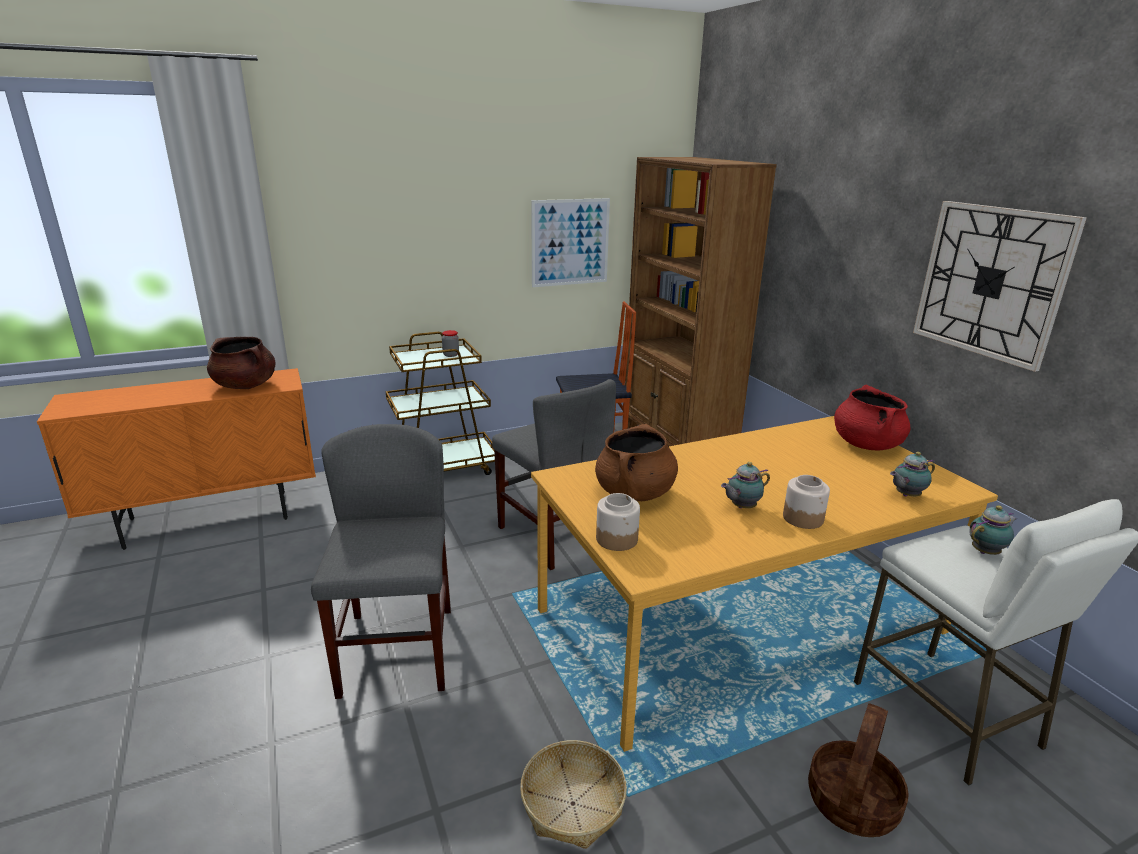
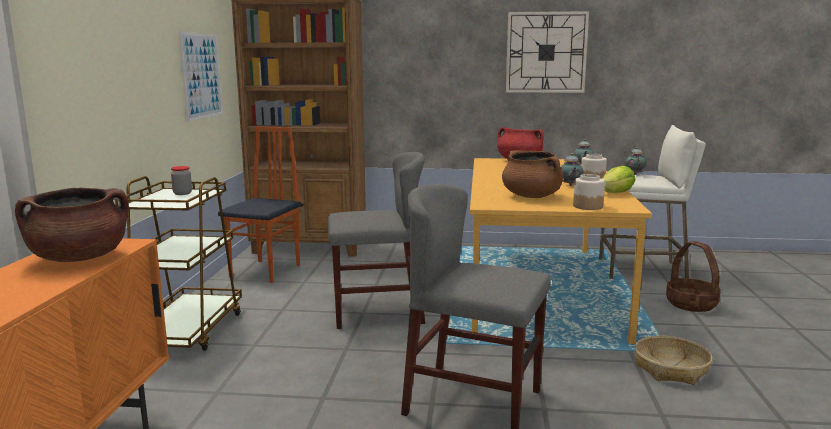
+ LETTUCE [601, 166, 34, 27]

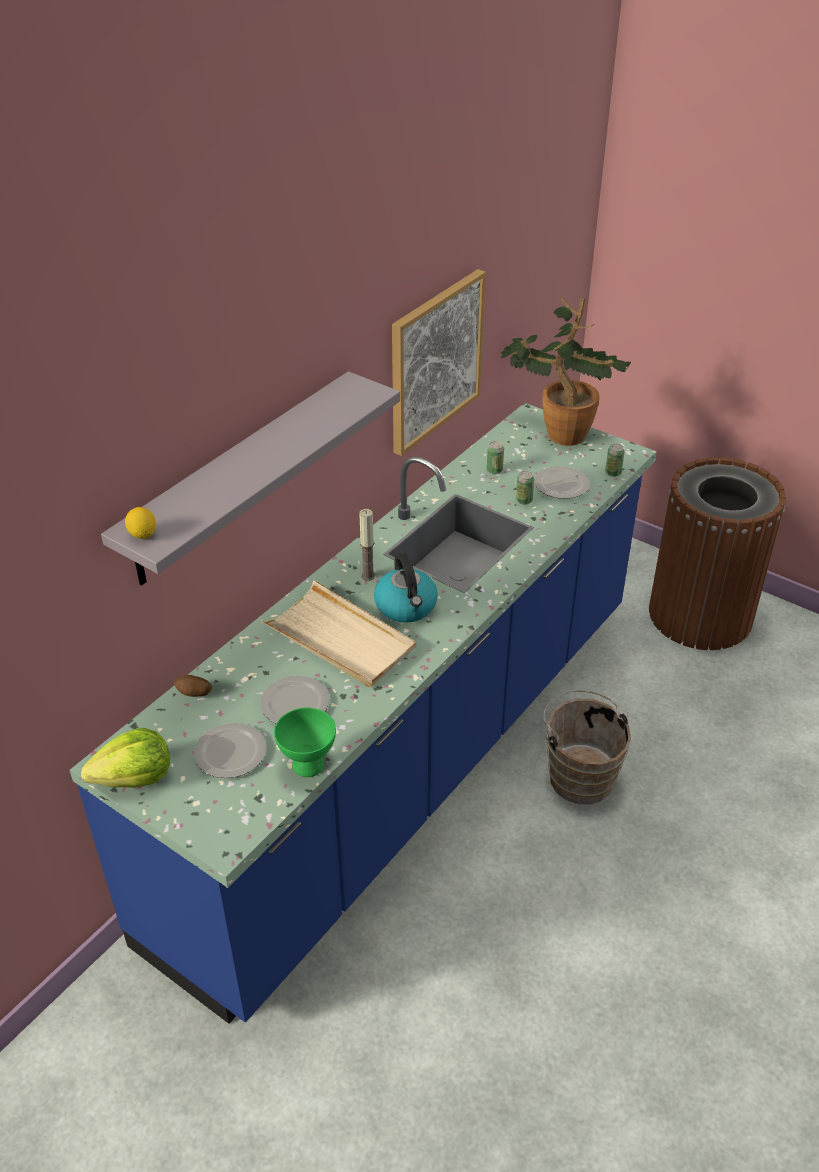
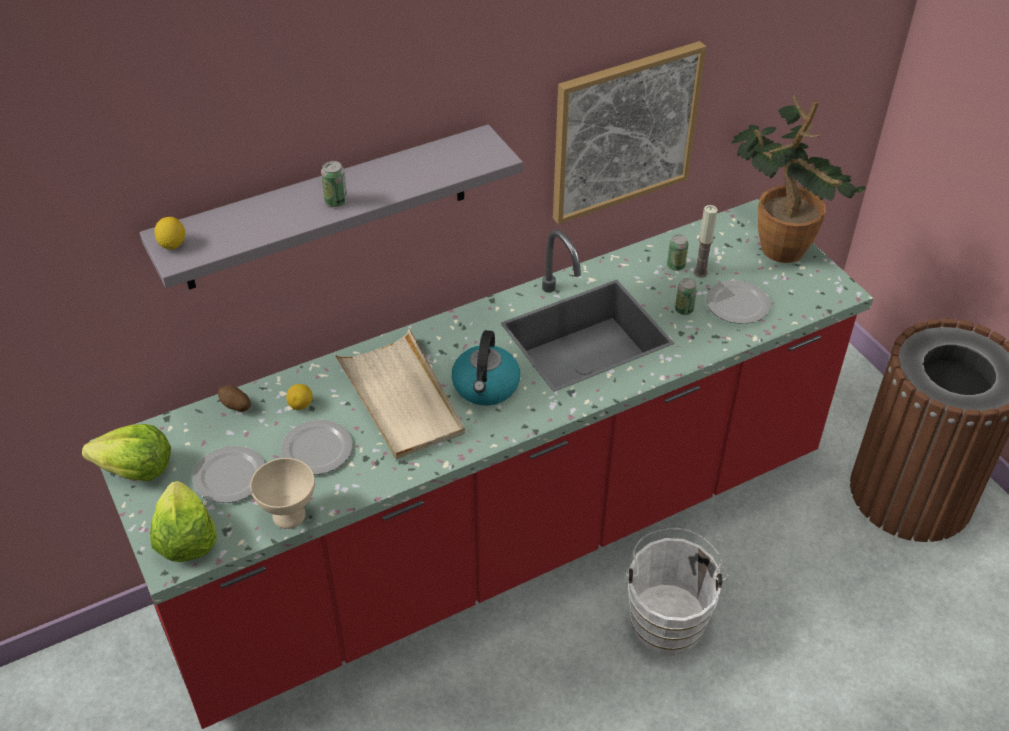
~ BLUE-COLOURED KITCHEN COUNTER [70, 403, 587, 621] to REDDISH KITCHEN COUNTER [90, 198, 784, 531]
~ METAL CAN [605, 444, 20, 33] to [321, 161, 26, 46]
~ WAX LIGHT [359, 509, 16, 72] to [694, 205, 24, 73]
~ BROWNISH WATER BUCKET [543, 690, 88, 114] to WHITISH WATER BUCKET [624, 528, 105, 128]
~ GREENISH DEEP DISH [274, 707, 62, 70] to BEIGE DEEP DISH [250, 458, 65, 71]
+ WHOLE LEMON [286, 384, 27, 26]
+ LETTUCE [150, 481, 67, 81]

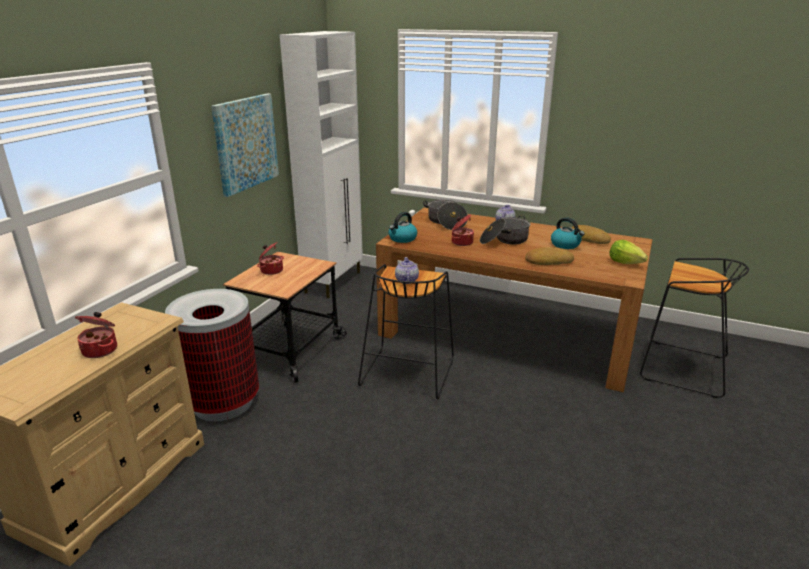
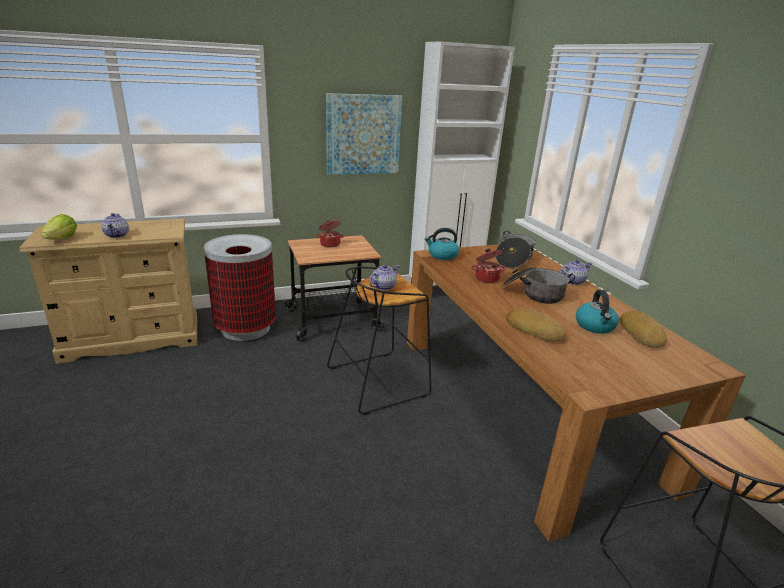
~ LETTUCE [609, 240, 39, 24] to [42, 214, 35, 26]
~ SAUCEPOT [75, 312, 42, 46] to TEAPOT [102, 213, 27, 25]

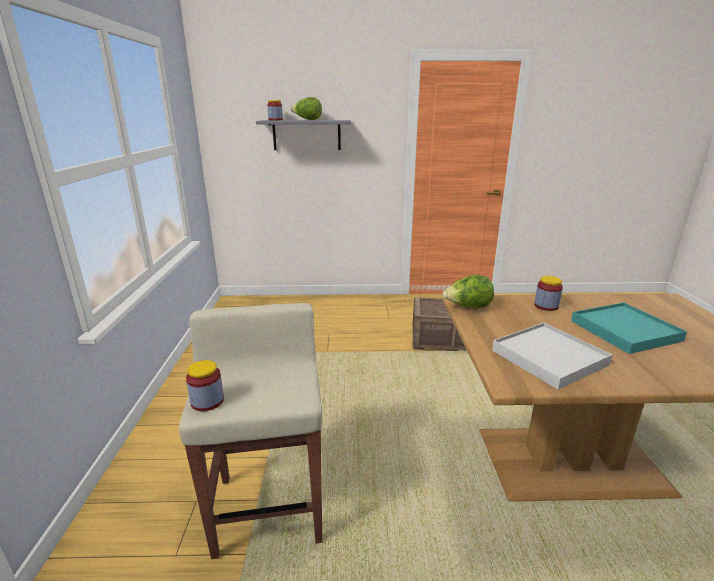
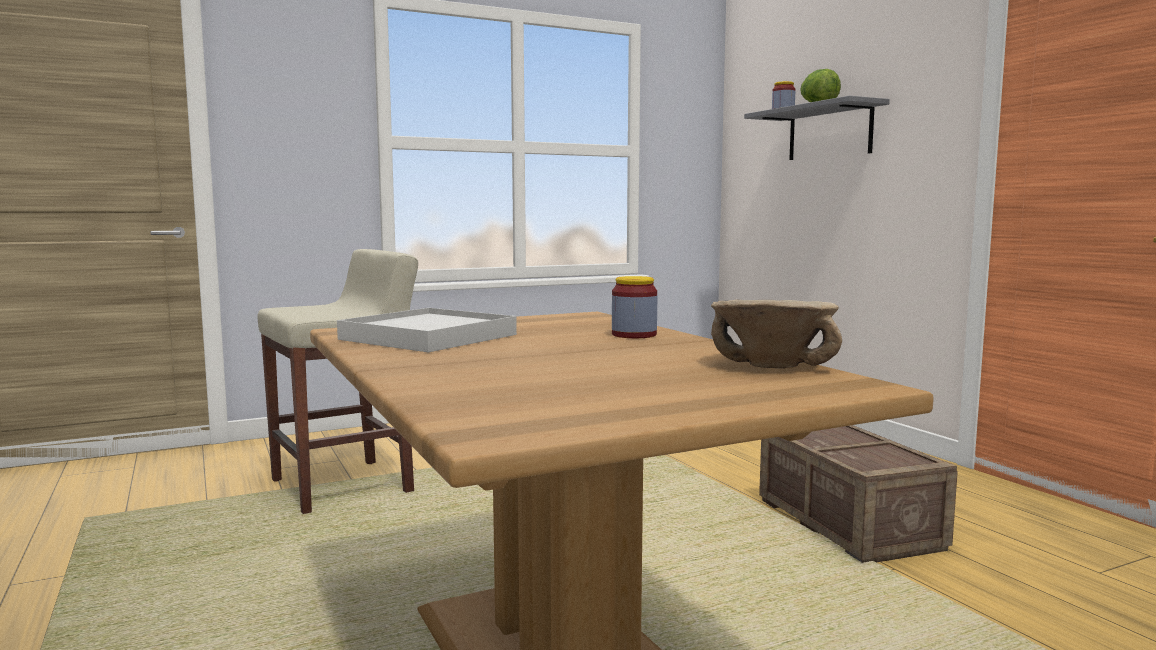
- LETTUCE [443, 275, 51, 34]
- BLUE-GREEN CARRYING TRAY [571, 303, 116, 51]
- STORAGE JAR [186, 360, 38, 51]
+ BEIGE DEEP DISH [711, 299, 131, 69]

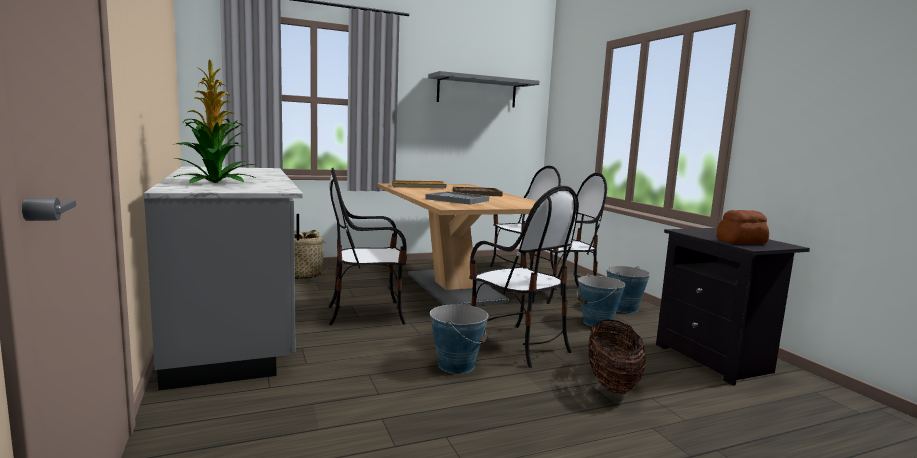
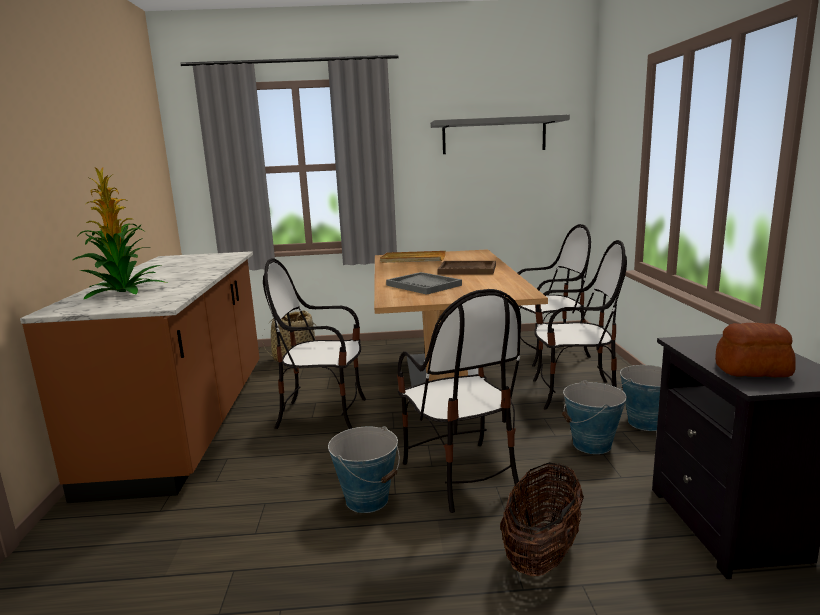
~ GREY KITCHEN COUNTER [144, 166, 159, 225] to BROWNISH KITCHEN COUNTER [20, 251, 240, 252]

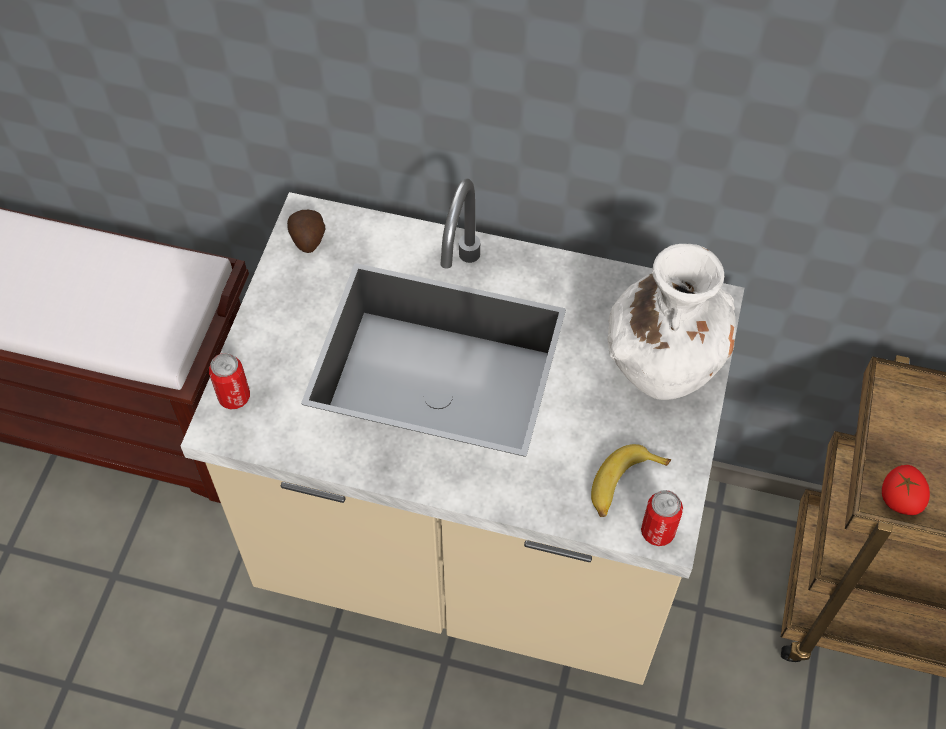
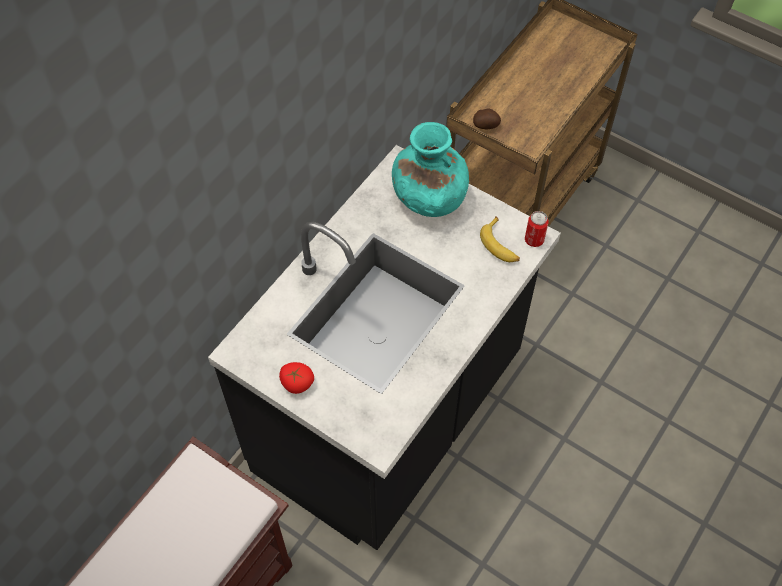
~ BEIGE KITCHEN COUNTER [181, 178, 563, 507] to BLACKISH KITCHEN COUNTER [208, 145, 353, 405]
~ SPUD [287, 210, 38, 43] to [473, 109, 28, 20]
~ WHITISH DECORATIVE VASE [607, 244, 129, 156] to BLUE-GREEN DECORATIVE VASE [392, 122, 77, 95]
- METAL CAN [209, 353, 41, 56]
~ FRESH TOMATO [882, 465, 48, 50] to [279, 362, 35, 32]

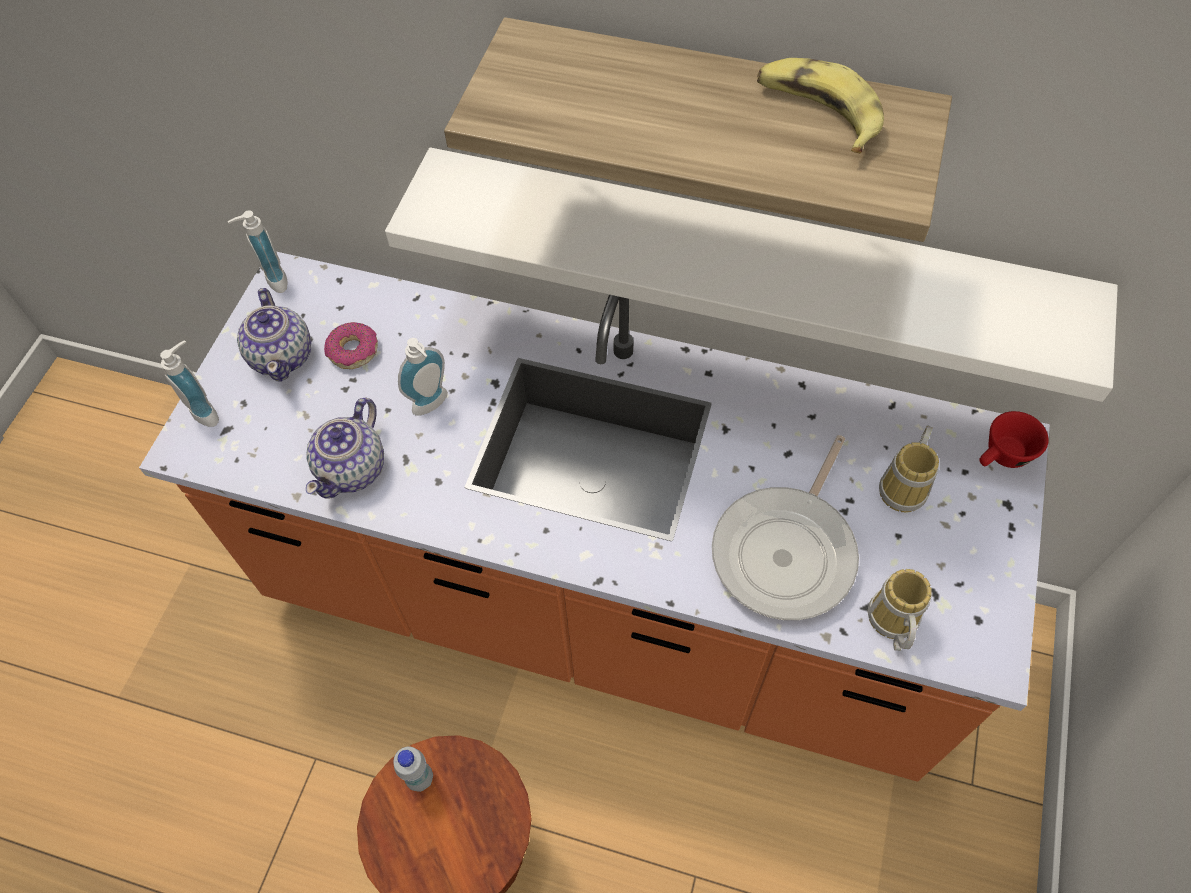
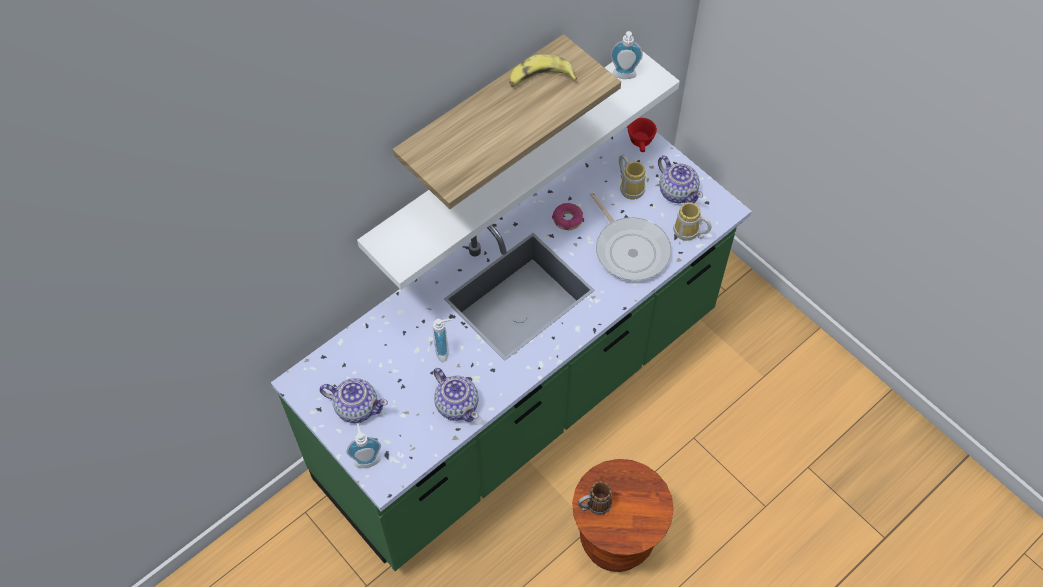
~ LIQUID SOAP BOTTLE [228, 210, 60, 83] to [611, 31, 32, 48]
~ ORANGE KITCHEN COUNTER [139, 252, 911, 530] to GREENISH KITCHEN COUNTER [271, 126, 481, 445]
~ RING DOUGHNUT [324, 322, 54, 47] to [552, 203, 31, 27]
~ WHITISH BOTTLE [393, 747, 40, 45] to TEA MUG [578, 481, 34, 34]
+ TEAPOT [658, 156, 45, 47]

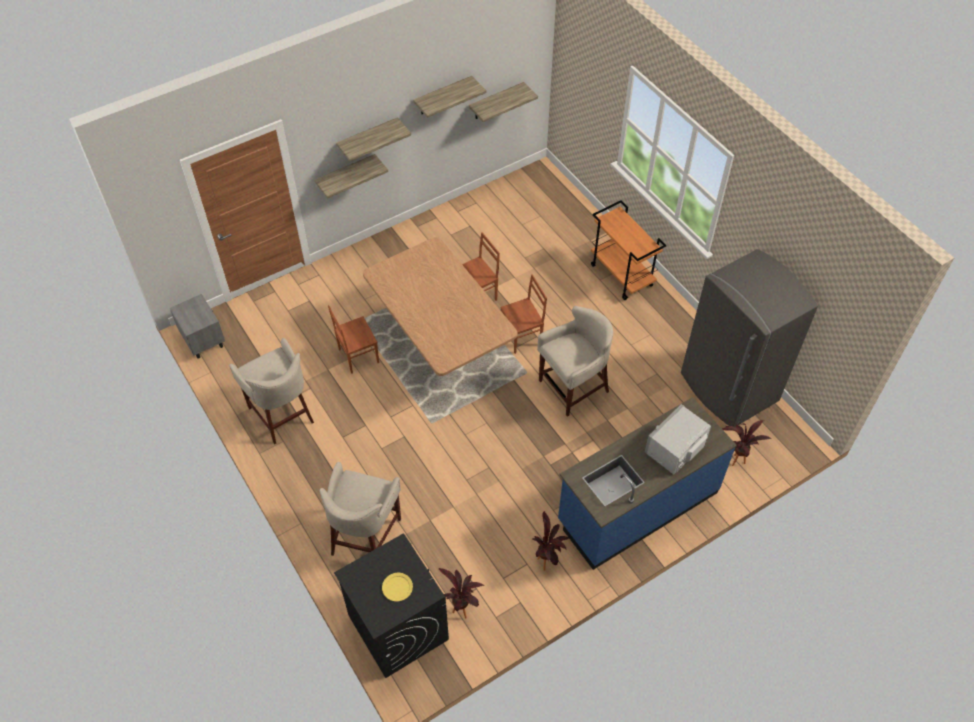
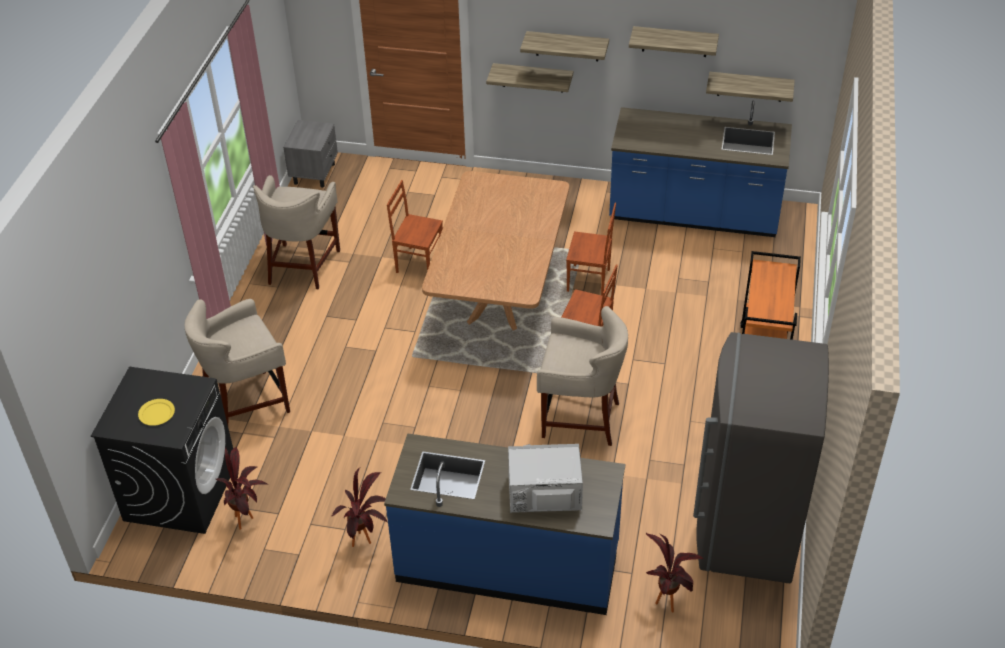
+ BLUE-COLOURED KITCHEN COUNTER [609, 100, 183, 137]

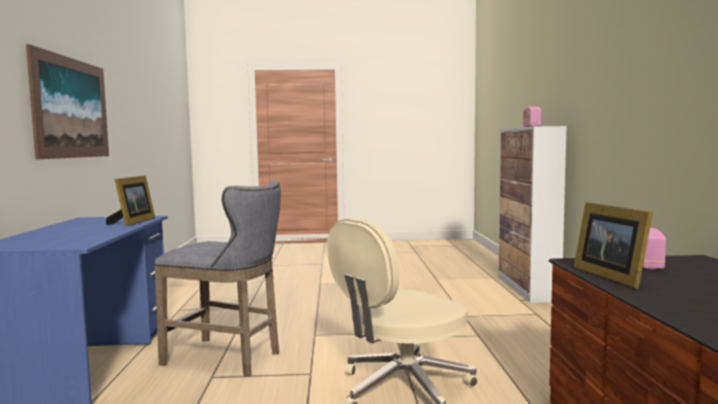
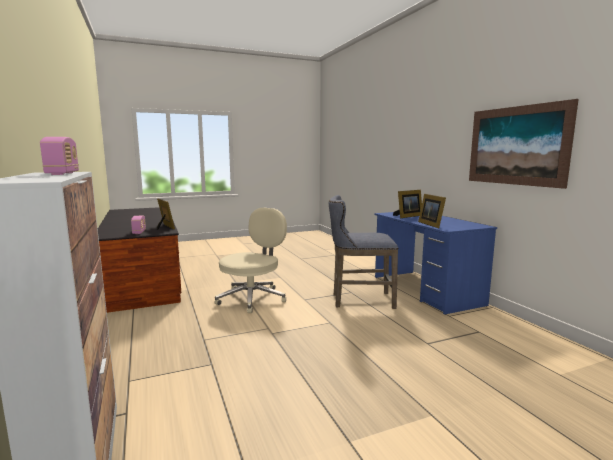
+ STANDING FRAME [393, 190, 29, 28]

